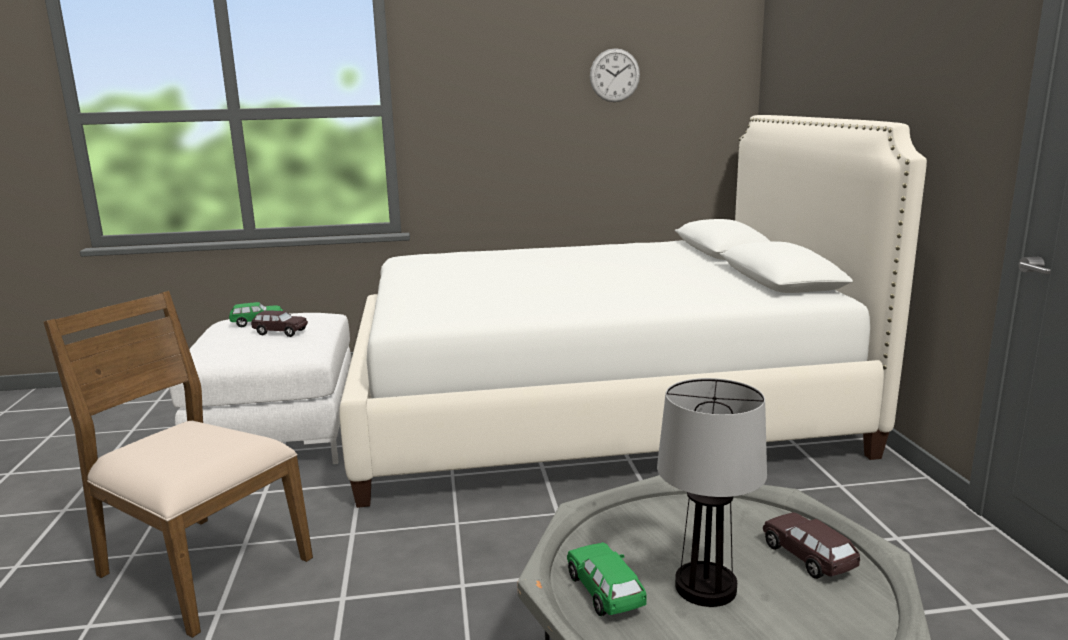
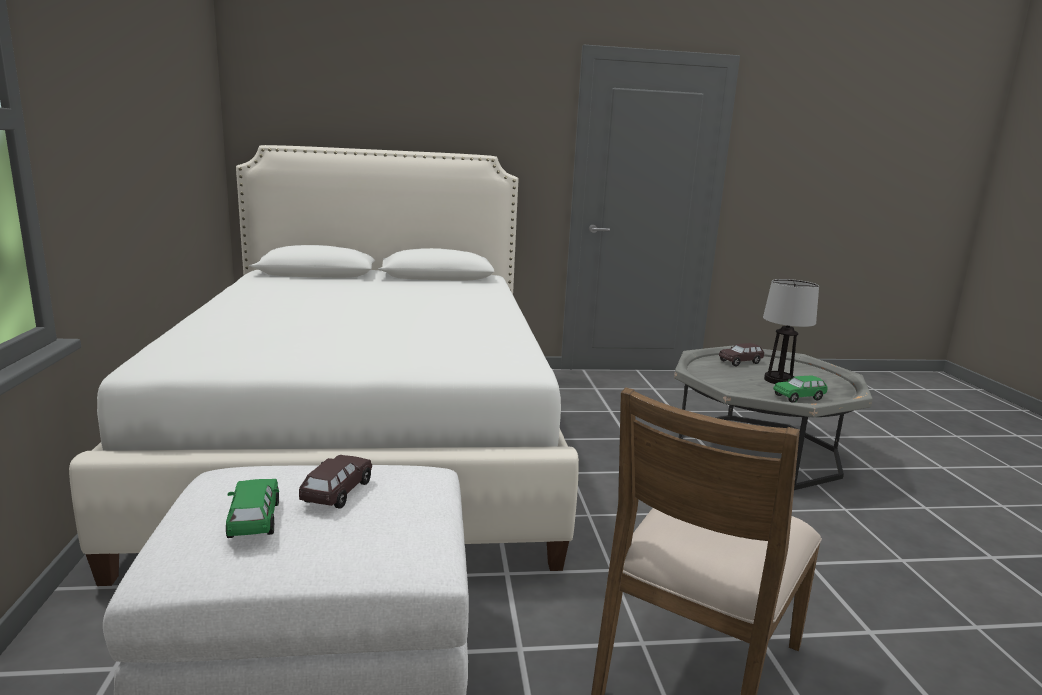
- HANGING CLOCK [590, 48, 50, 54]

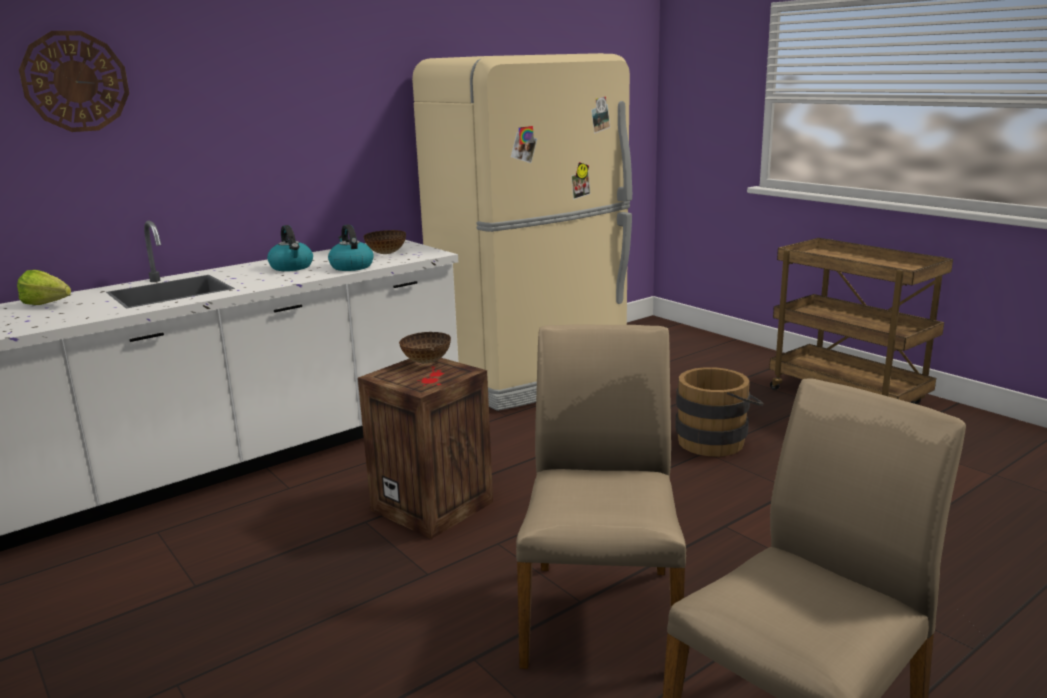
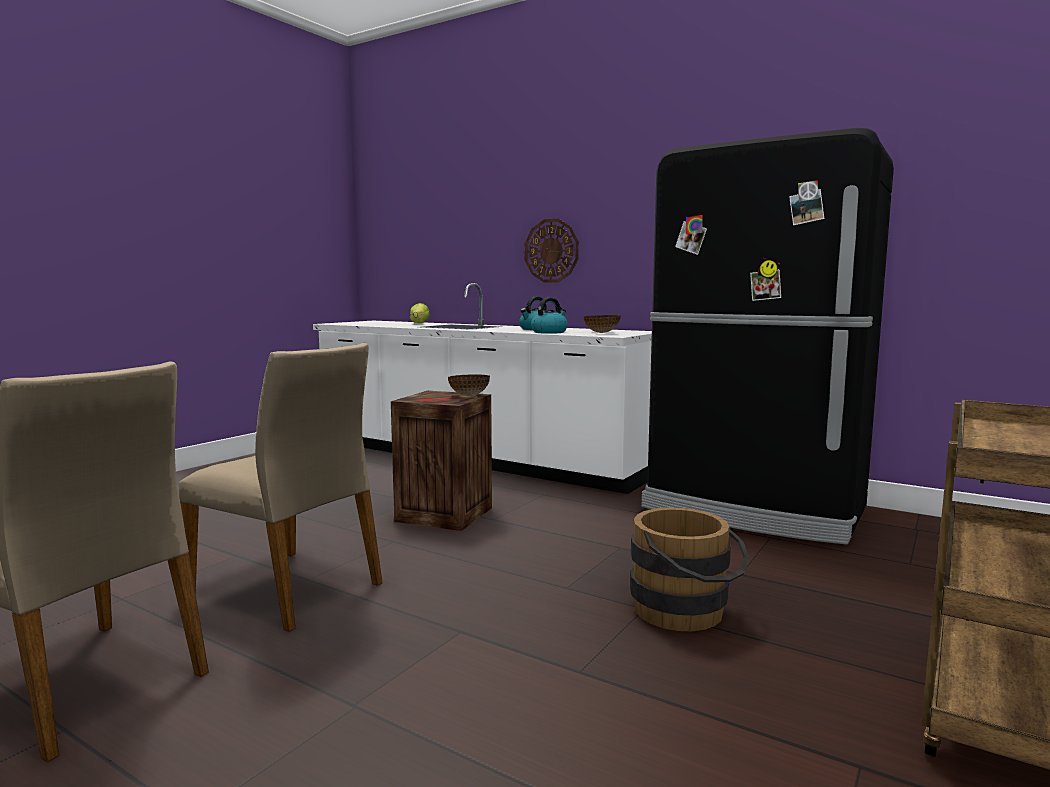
~ HANGING CLOCK [19, 31, 110, 101] to [525, 219, 54, 63]
~ BEIGE REFRIGERATOR [412, 53, 220, 358] to BLACKISH REFRIGERATOR [641, 128, 253, 416]
~ BEIGE PLAIN CHAIR [516, 324, 170, 345] = [179, 343, 203, 289] 45 degrees clockwise

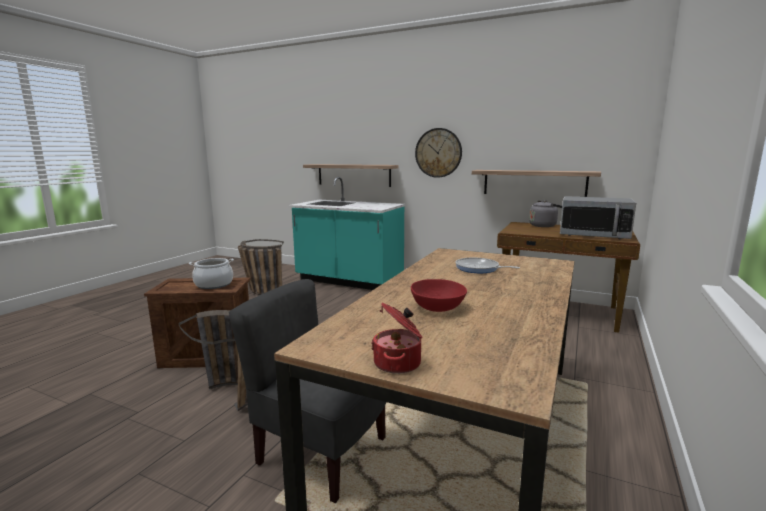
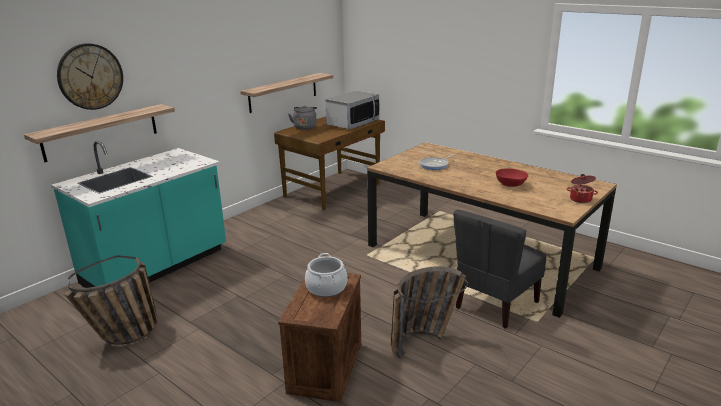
~ HANGING CLOCK [415, 128, 47, 50] to [57, 43, 66, 67]

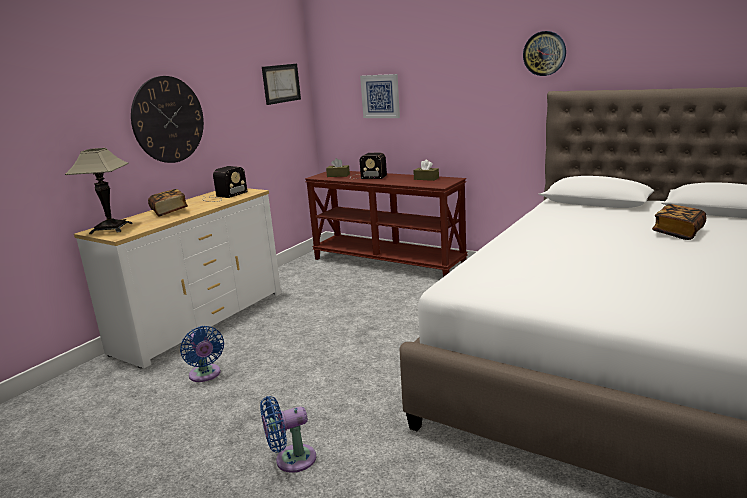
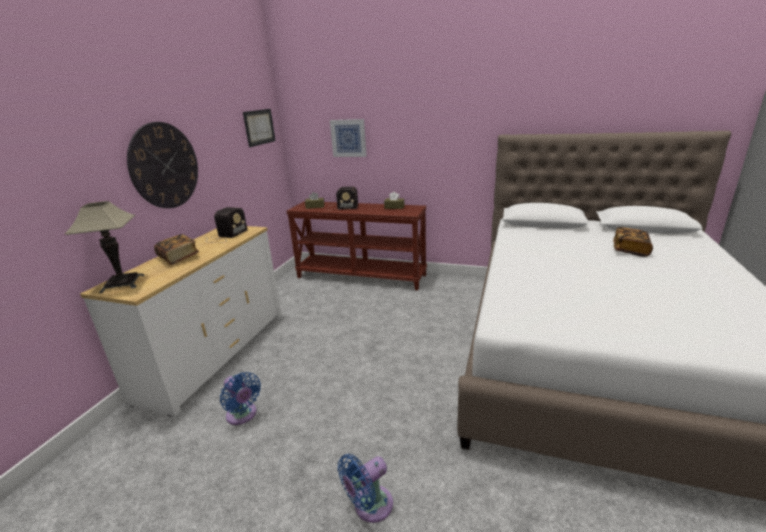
- HANGING CLOCK [523, 31, 43, 45]

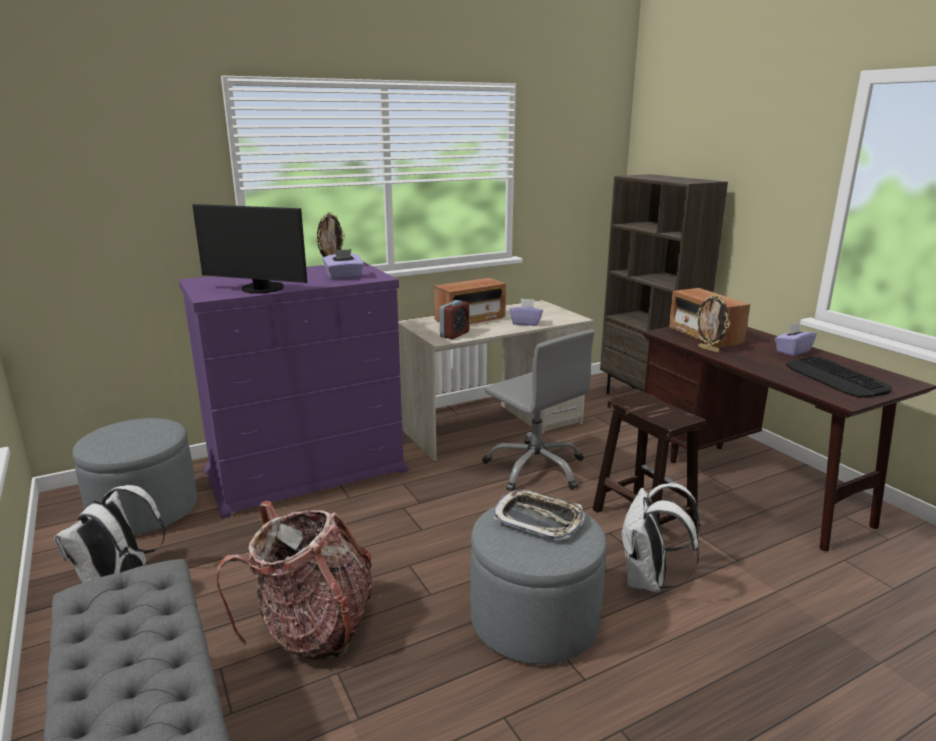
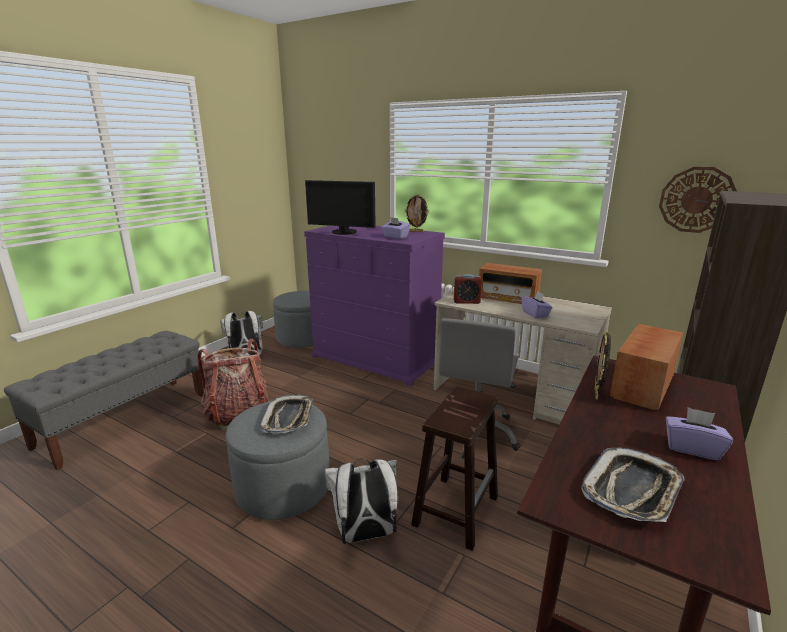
~ MONITOR [192, 204, 116, 90] = [305, 180, 71, 55] 60 degrees counterclockwise
~ PC KEYBOARD [786, 356, 106, 42] to CARRYING TRAY [581, 447, 103, 75]
+ HANGING CLOCK [659, 167, 78, 66]

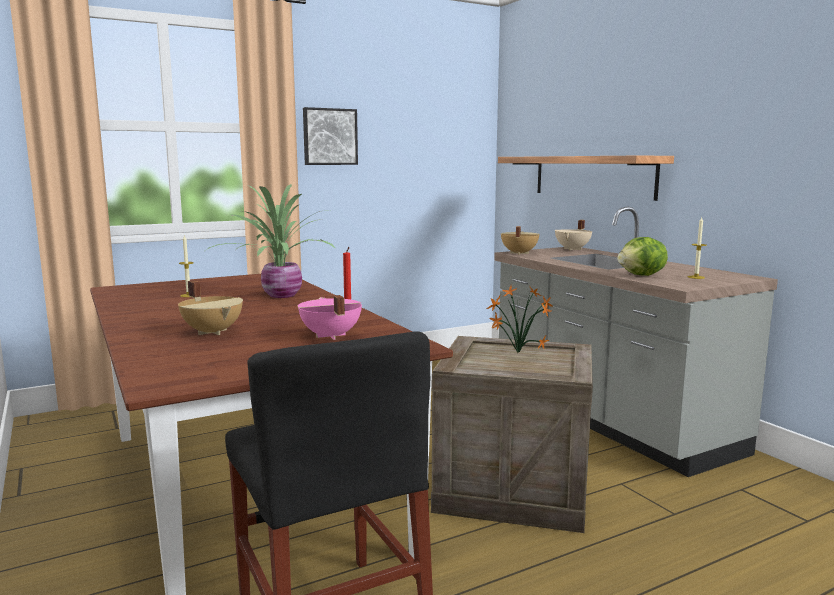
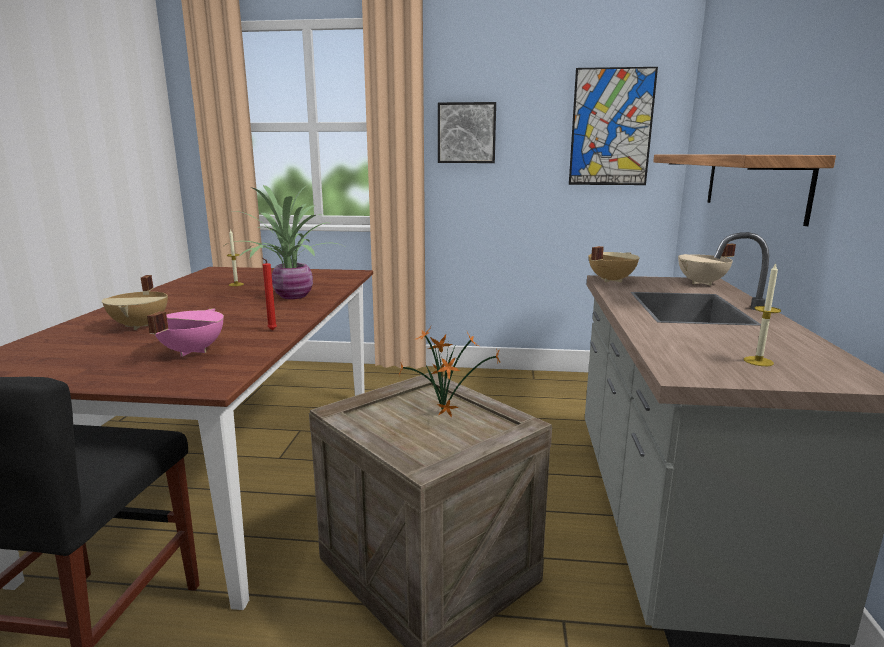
- LETTUCE [617, 237, 51, 39]
+ PICTURE [569, 67, 89, 118]

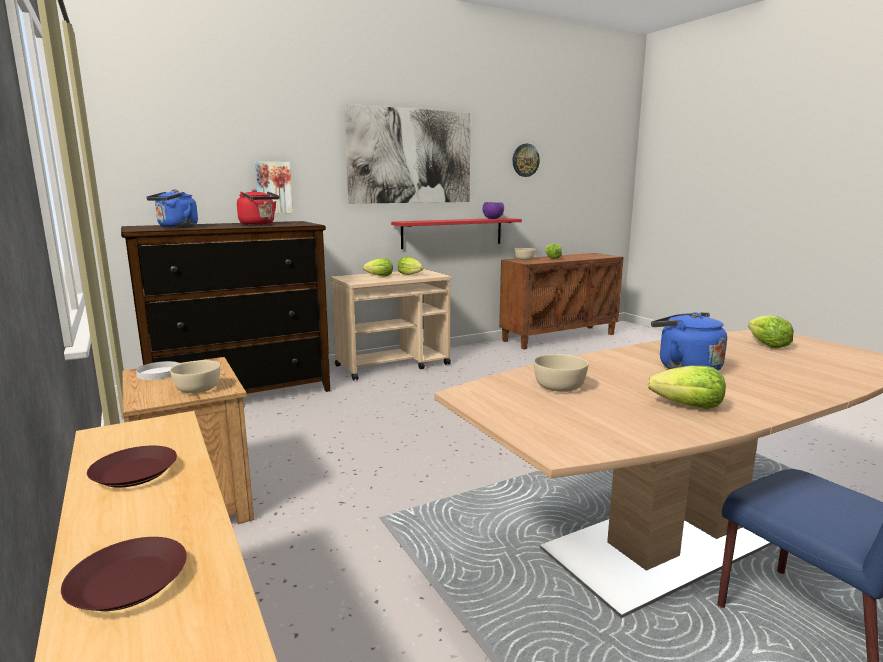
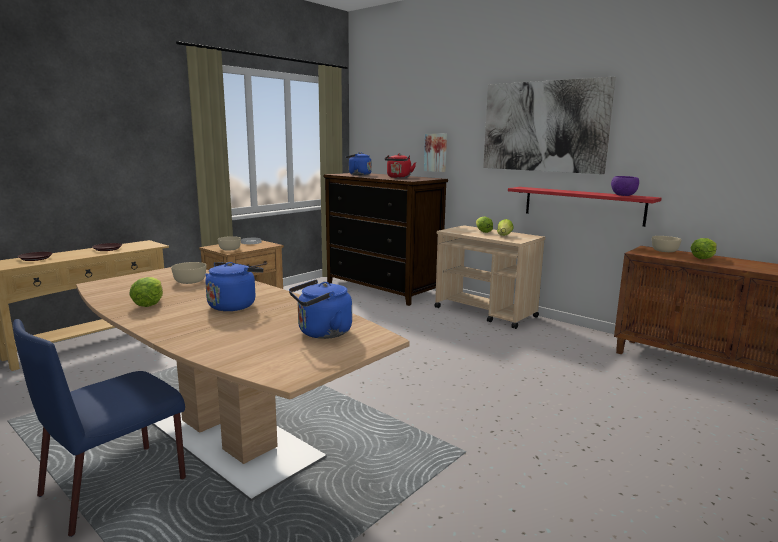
- HANGING CLOCK [513, 144, 27, 33]
~ LETTUCE [748, 315, 46, 34] to BLUE-COLOURED WATER KETTLE [289, 279, 63, 60]

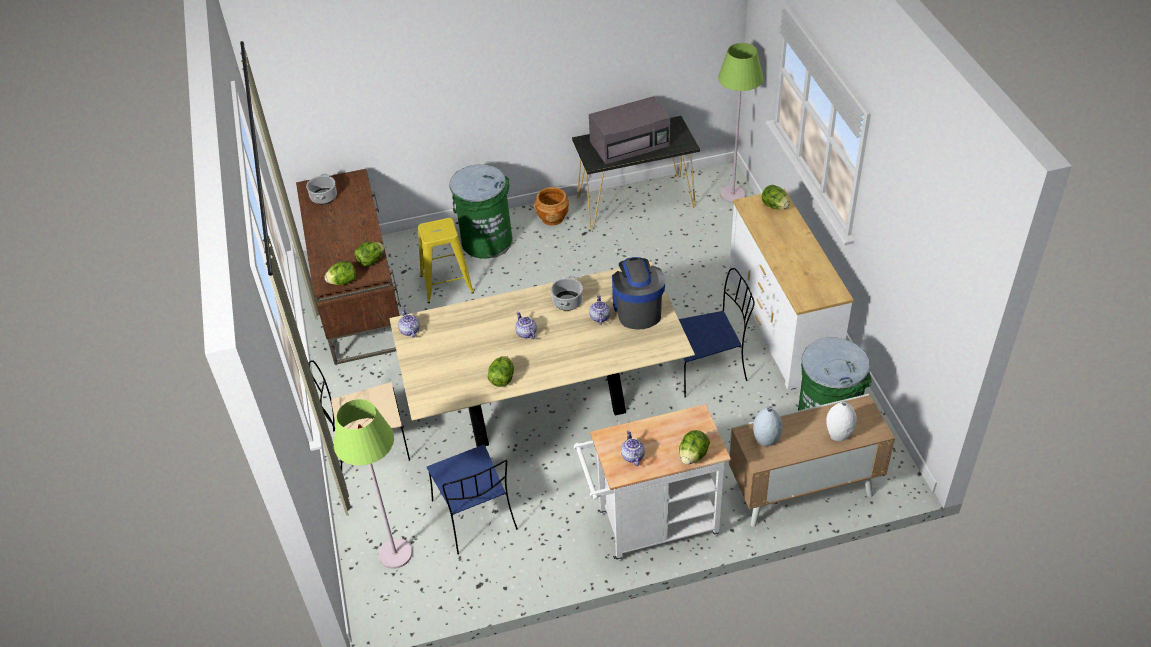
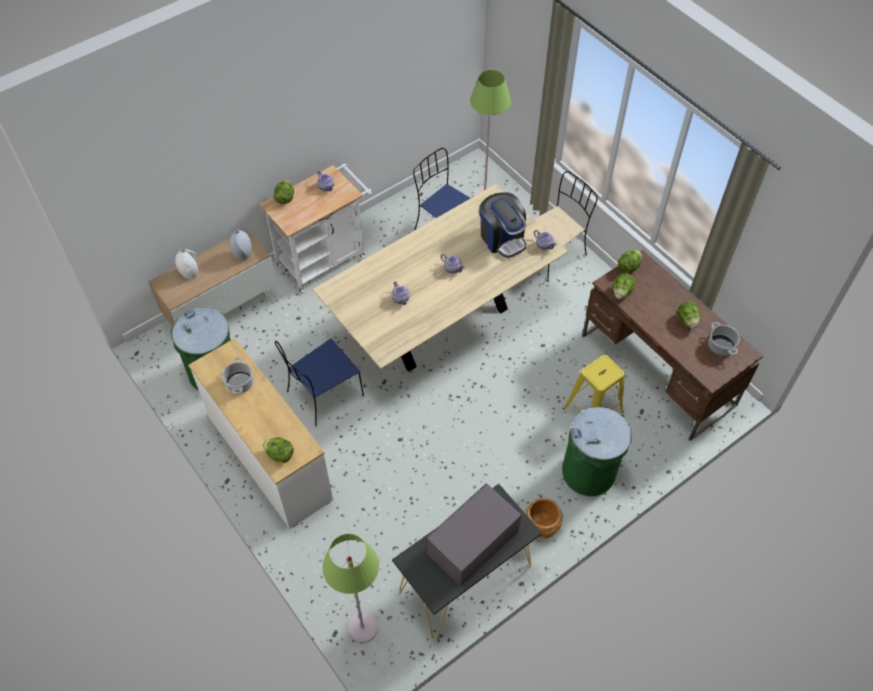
~ COFFEE BREWER [612, 257, 54, 73] to [479, 192, 47, 66]
~ SAUCEPOT [551, 275, 32, 36] to [222, 358, 31, 36]
~ LETTUCE [487, 356, 27, 31] to [678, 301, 22, 27]

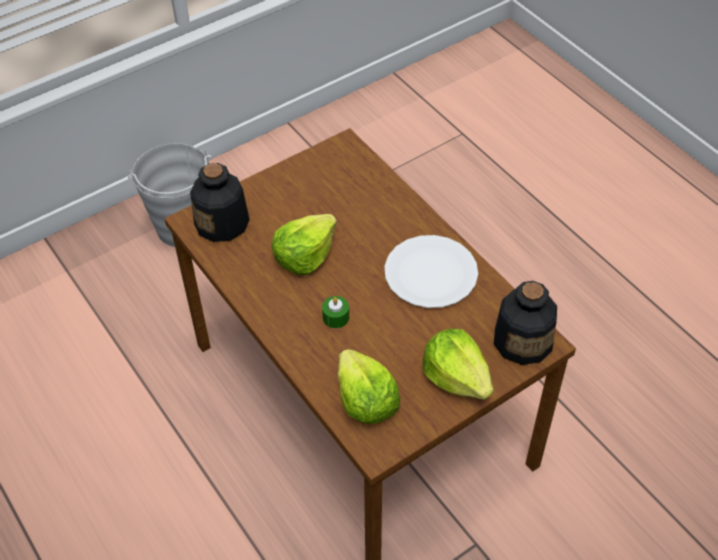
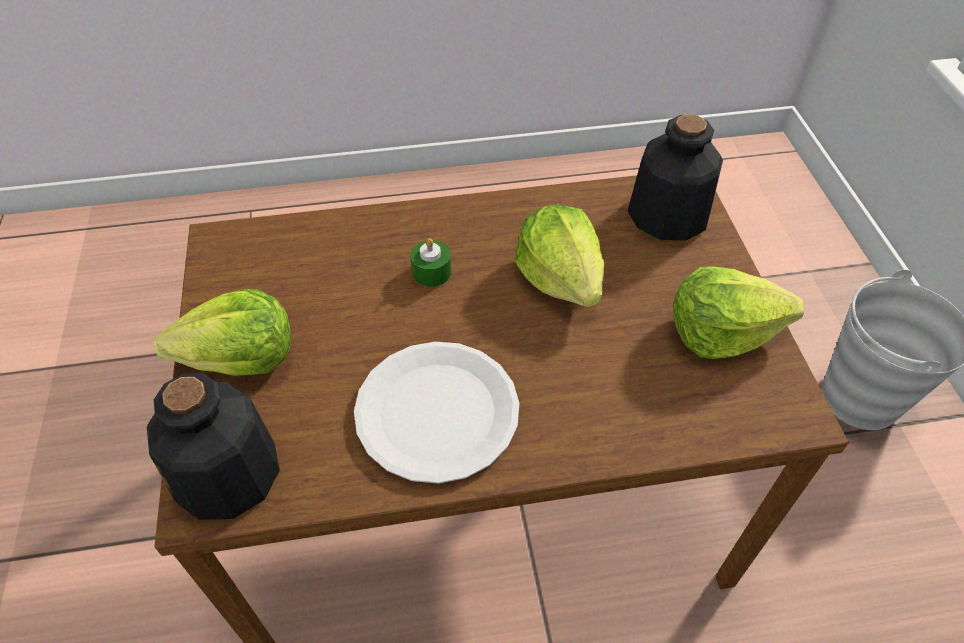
~ LETTUCE [338, 349, 63, 75] to [673, 266, 131, 93]

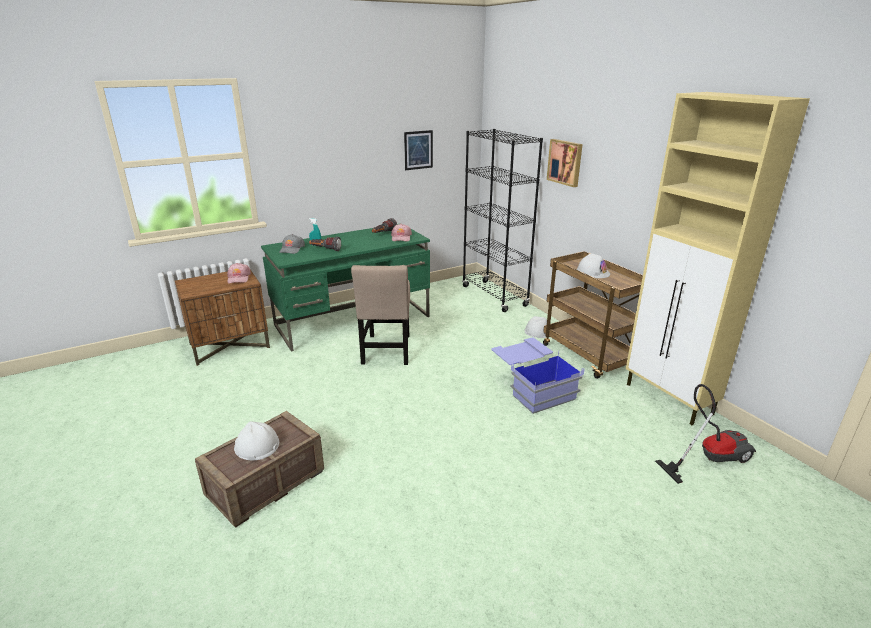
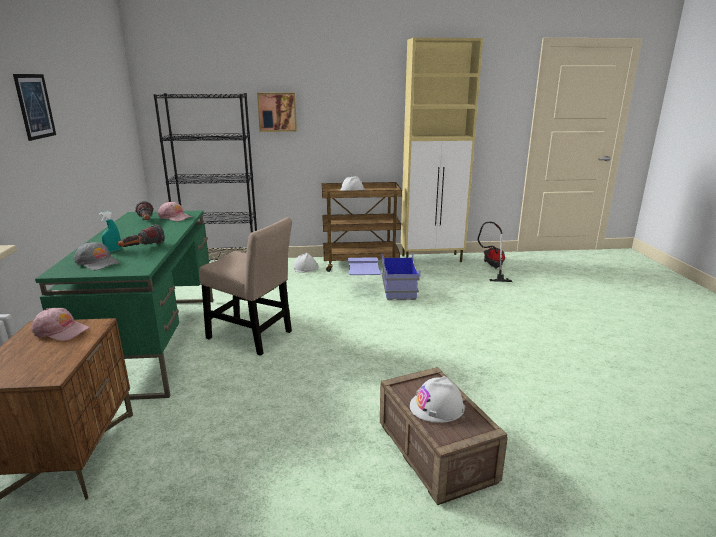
~ PICTURE [404, 130, 29, 40] to [13, 74, 43, 67]

